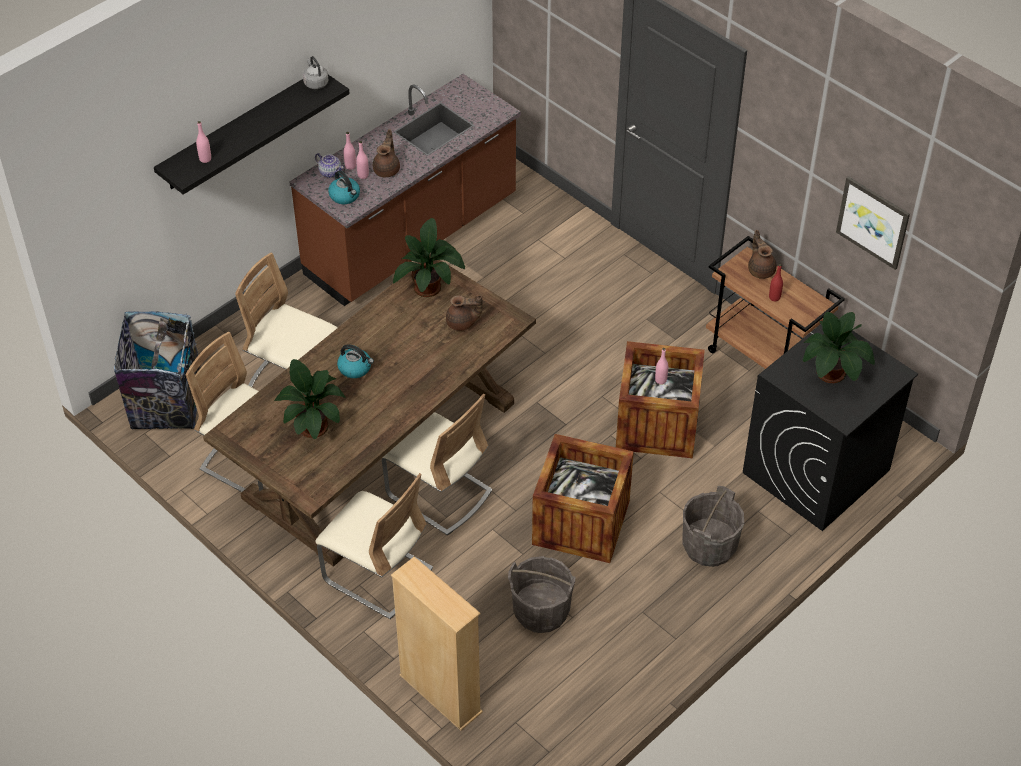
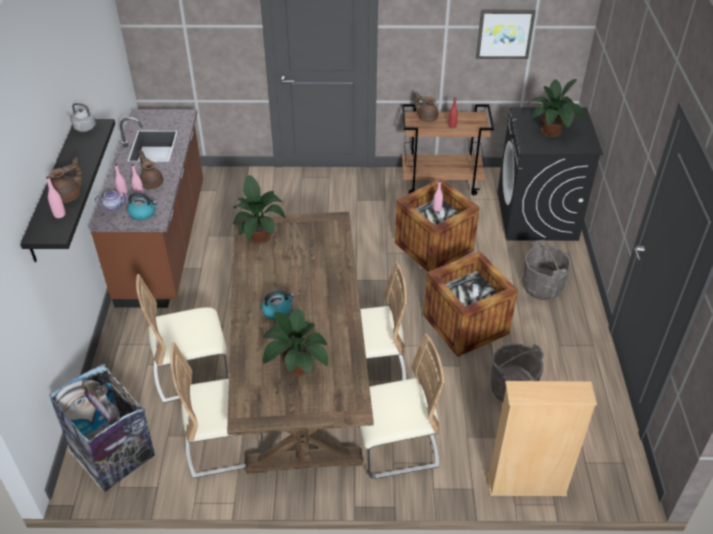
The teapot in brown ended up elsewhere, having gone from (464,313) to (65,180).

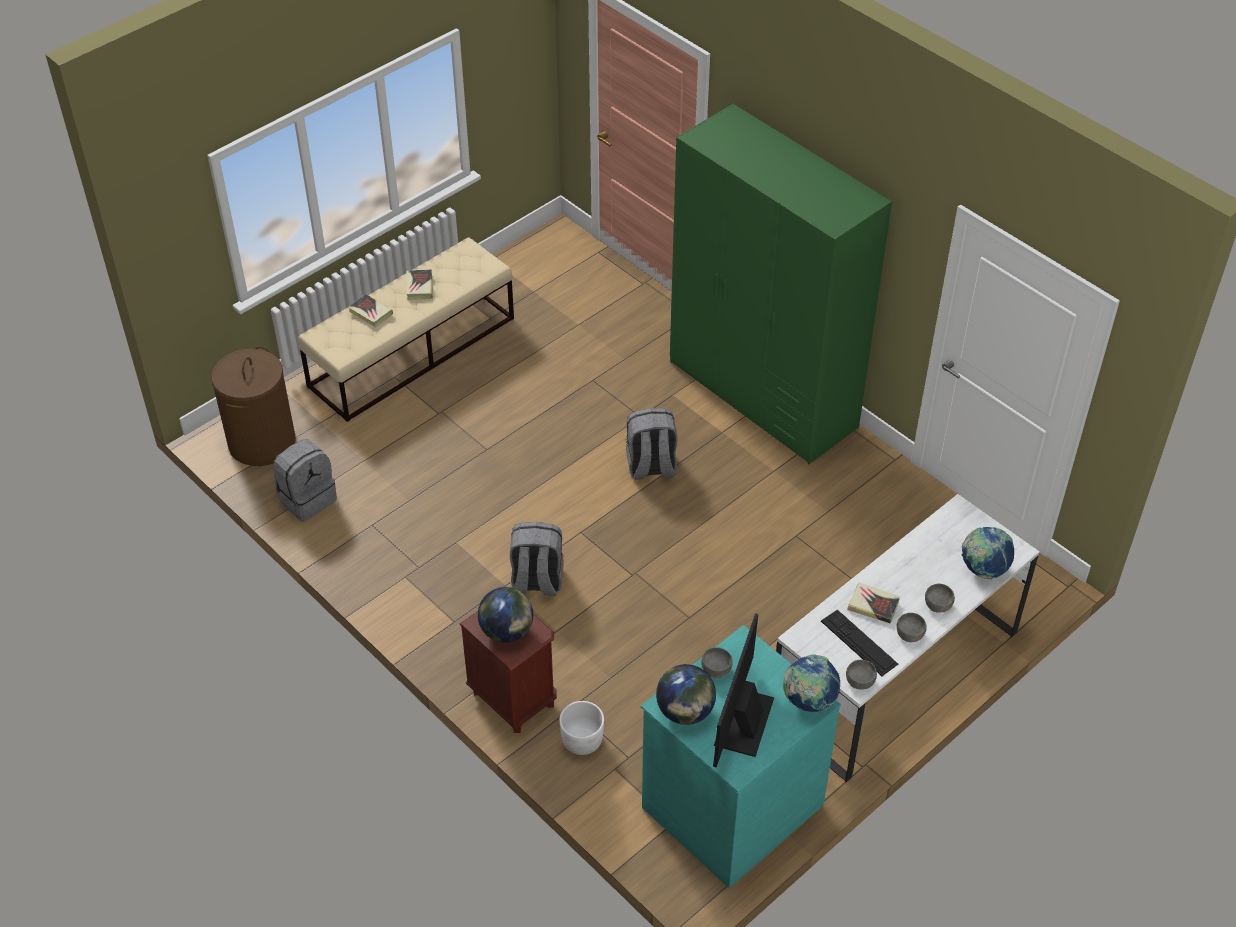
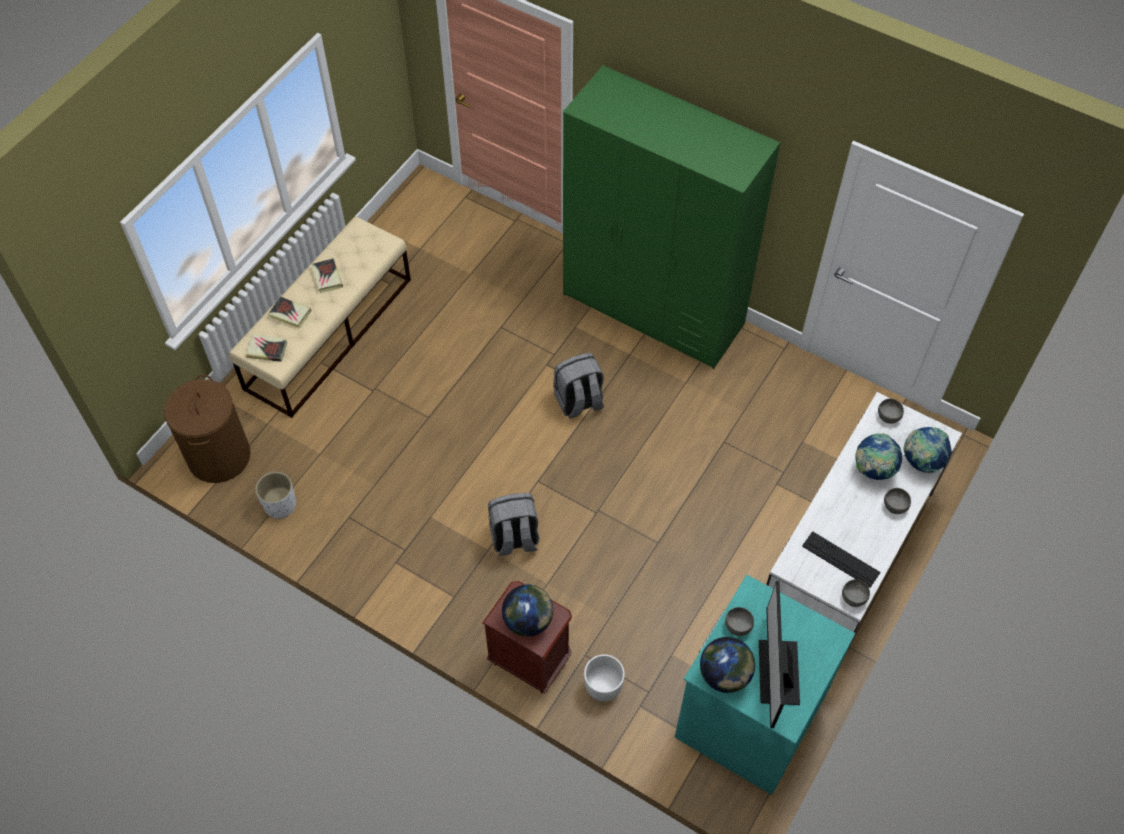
The globe ended up elsewhere, having gone from (811,683) to (879,456).
The book ended up elsewhere, having gone from (873,603) to (266,348).
The bowl in grey ended up elsewhere, having gone from (912,627) to (891,411).
Where the backpack in grey stood at (305,480), the planter in white came to stand at (276,495).

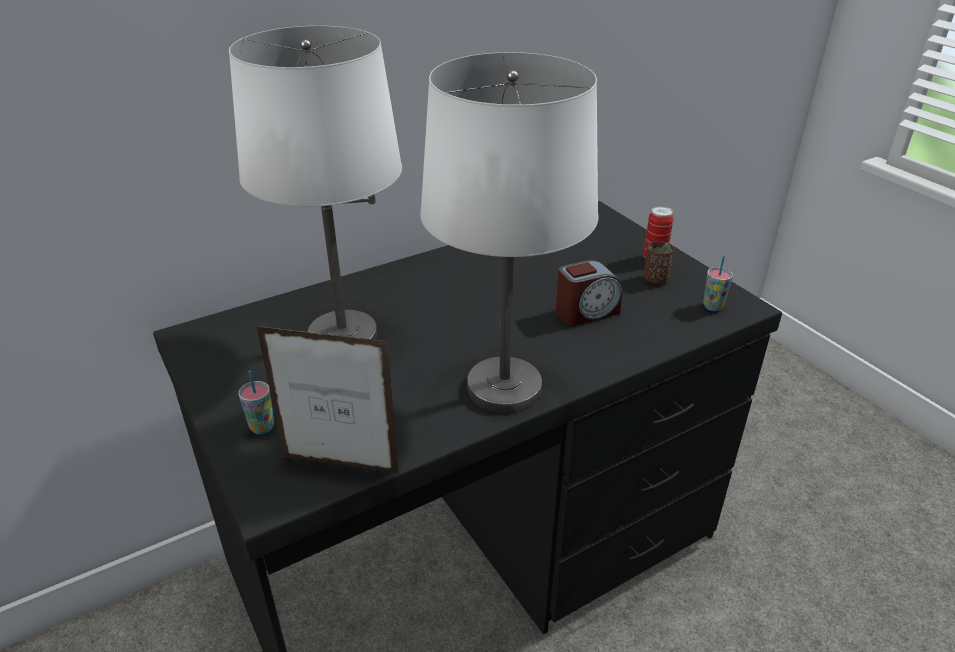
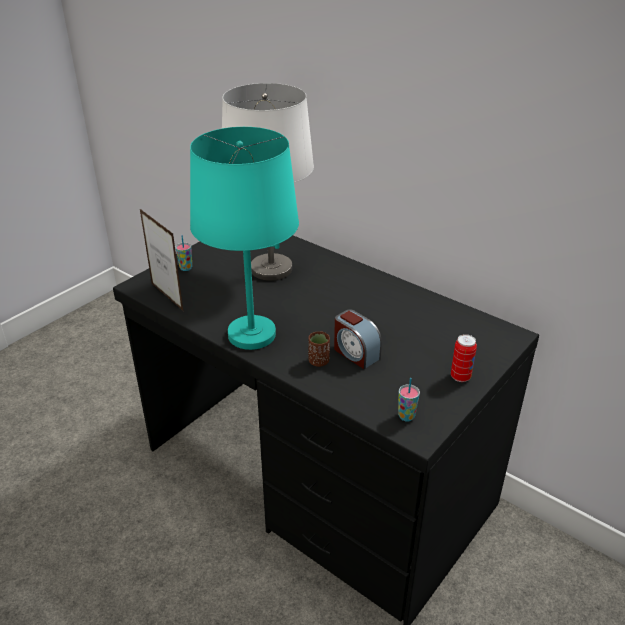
The cup in brown ended up elsewhere, having gone from (659,262) to (319,349).
What was the table lamp in white at (509,232) turned into the table lamp in turquoise at (244,238).
The picture frame at (327,400) ended up facing another way, 150 degrees clockwise from before.

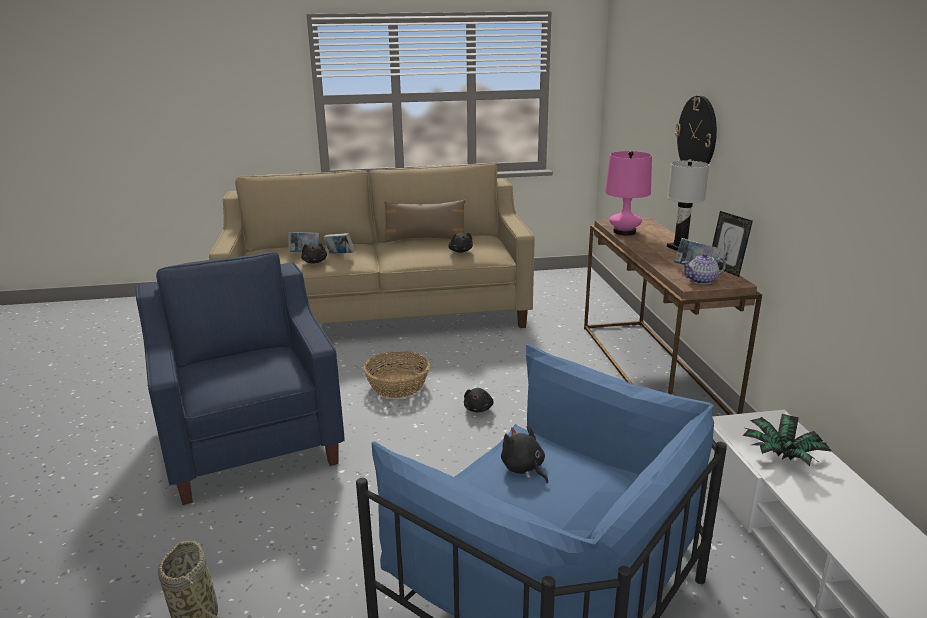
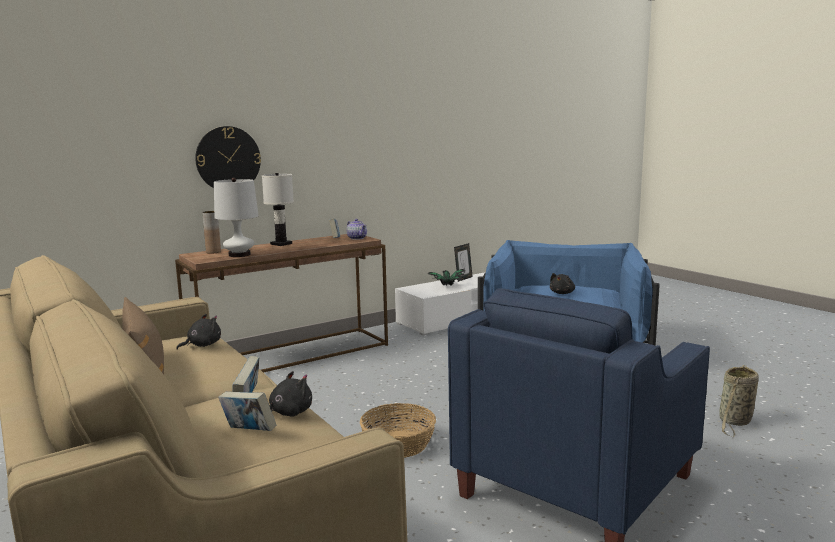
The second view lost the plush toy in black at (479,400).
The second view gained the vase in brown at (211,232).
The picture frame ended up elsewhere, having gone from (732,244) to (463,262).
What was the table lamp in pink at (628,193) turned into the table lamp in white at (236,217).

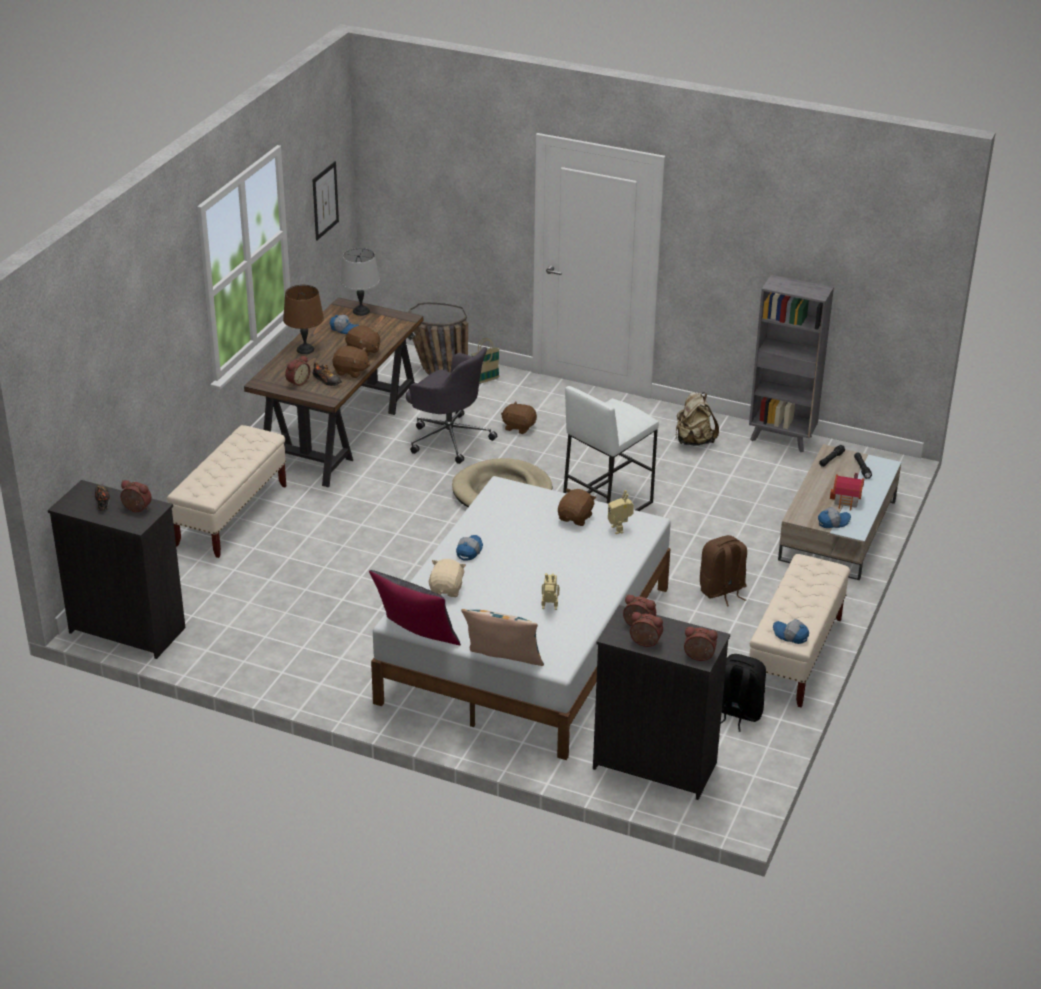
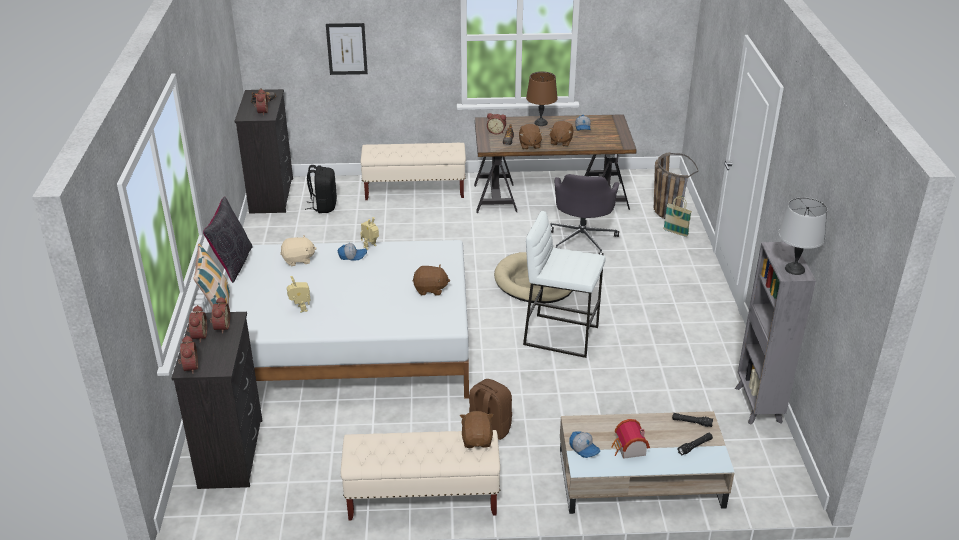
The second view lost the backpack in beige at (697,419).
The second view lost the cap at (791,631).
The picture ended up elsewhere, having gone from (325,201) to (347,49).
The table lamp in grey ended up elsewhere, having gone from (360,282) to (803,236).
The plush toy in brown ended up elsewhere, having gone from (519,417) to (477,429).
The toy robot ended up elsewhere, having gone from (621,512) to (369,233).
The backpack in black ended up elsewhere, having gone from (743,693) to (321,189).

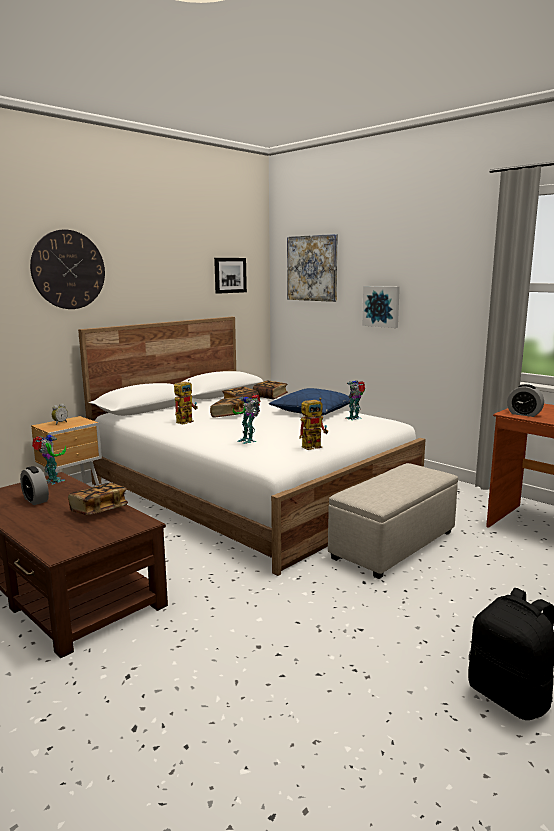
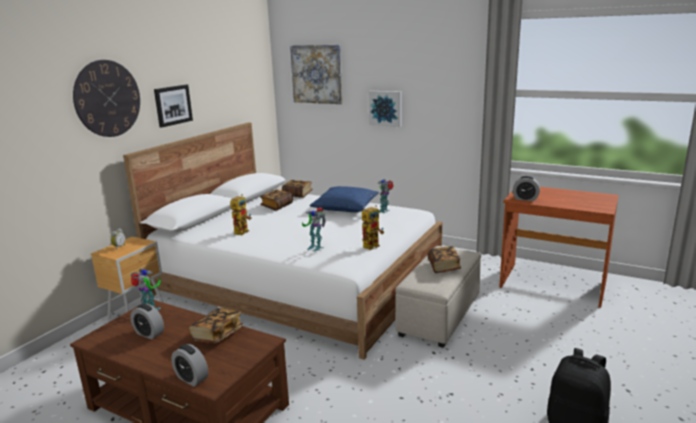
The second view gained the alarm clock at (189,365).
The book ended up elsewhere, having gone from (227,407) to (444,259).
The picture ended up elsewhere, having gone from (230,276) to (173,106).

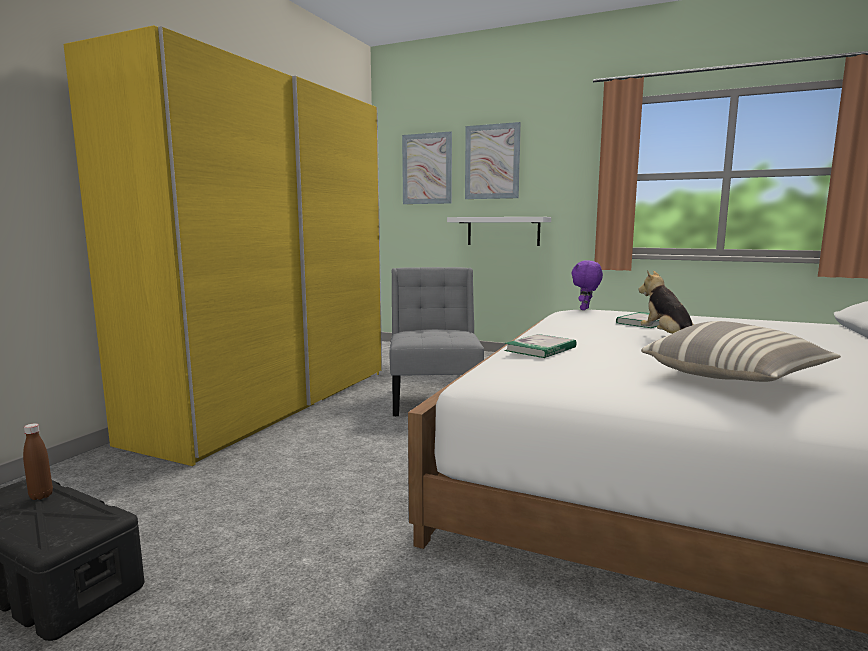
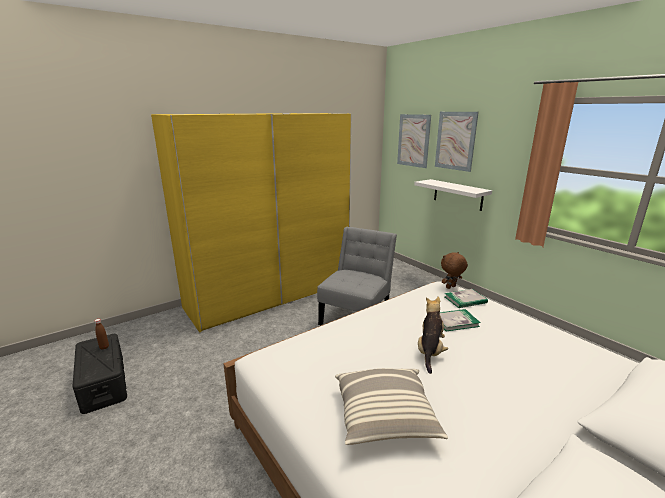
The book ended up elsewhere, having gone from (540,346) to (466,298).
What was the plush toy in purple at (587,285) turned into the plush toy in brown at (454,270).

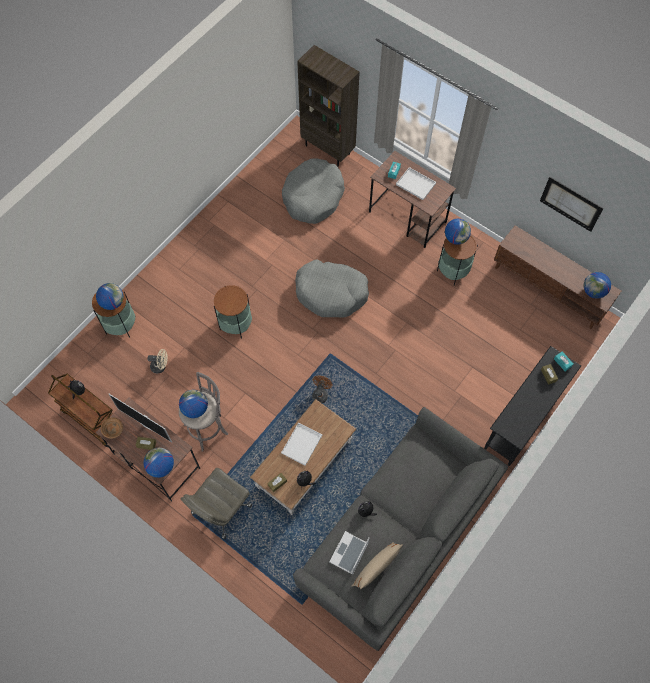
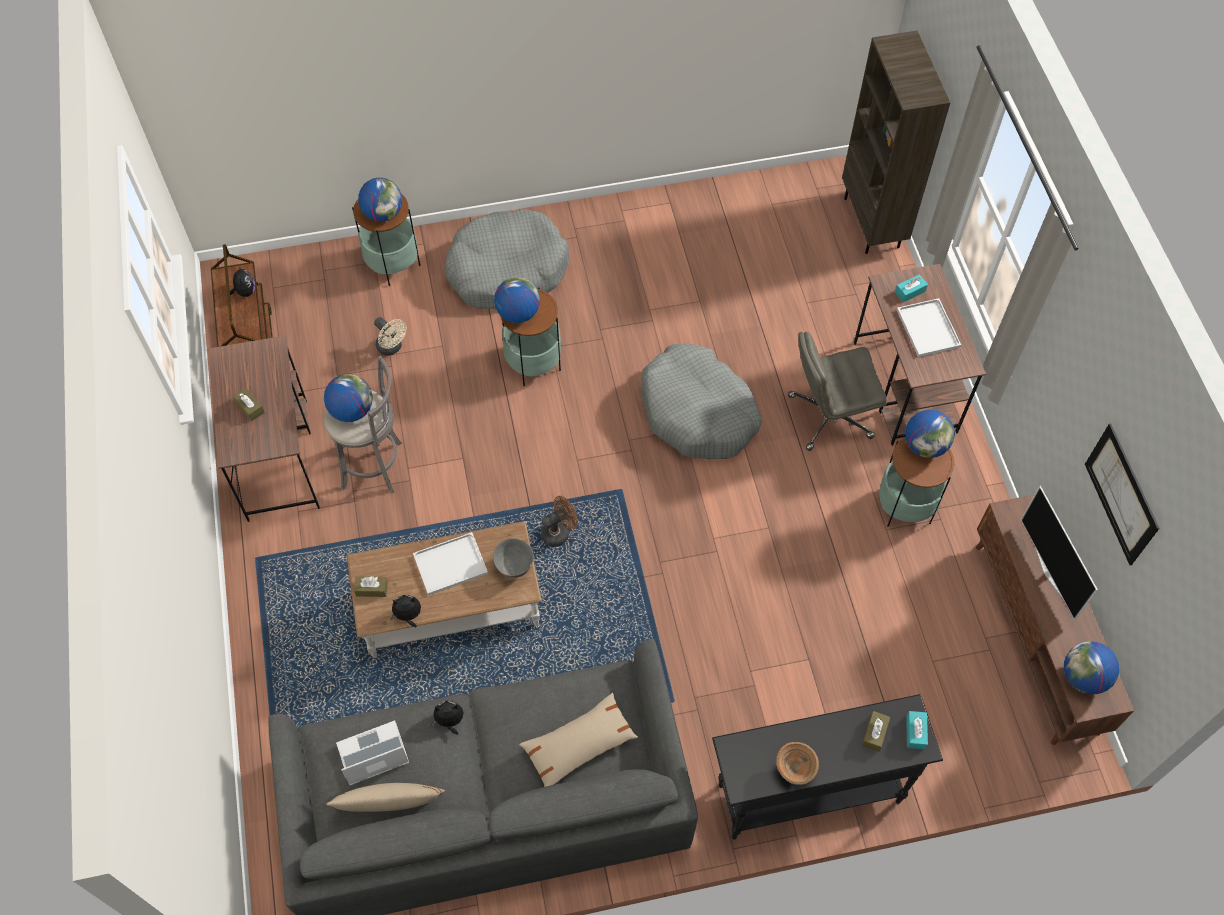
The second view gained the bowl in grey at (513,558).
The second view gained the pillow in beige at (578,740).
The bowl in brown ended up elsewhere, having gone from (112,428) to (797,763).
The television ended up elsewhere, having gone from (140,418) to (1059,553).
The globe ended up elsewhere, having gone from (159,463) to (517,300).
The office chair in grey ended up elsewhere, having gone from (216,503) to (837,391).
The dog bed in grey ended up elsewhere, having gone from (313,191) to (507,259).

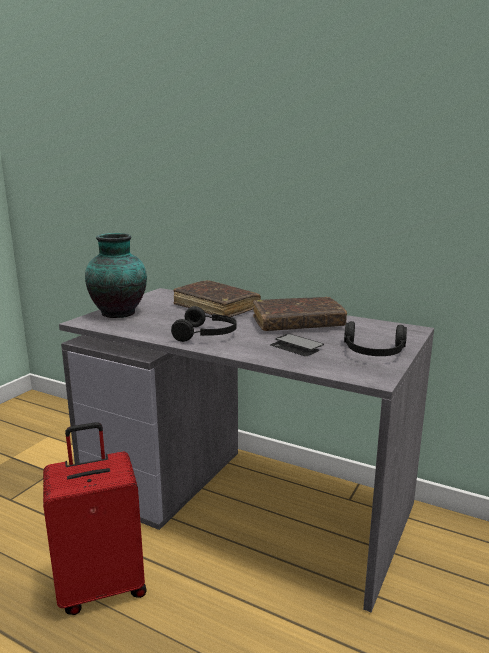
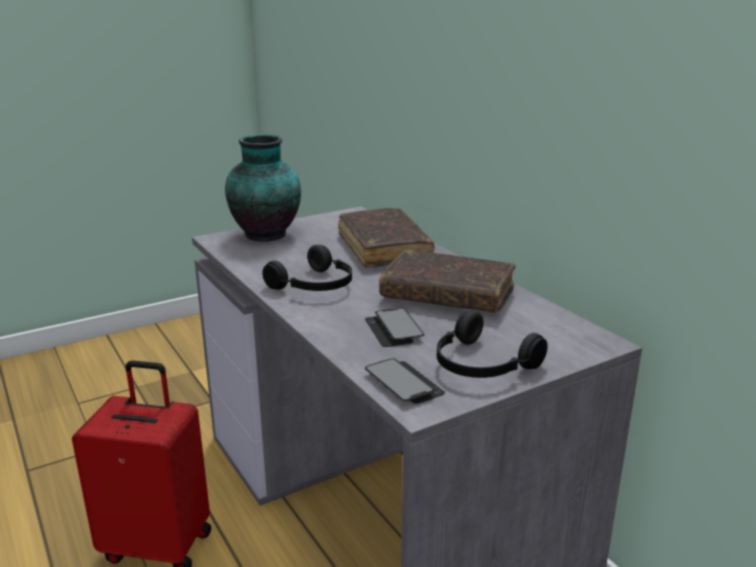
The second view gained the phone at (405,381).

